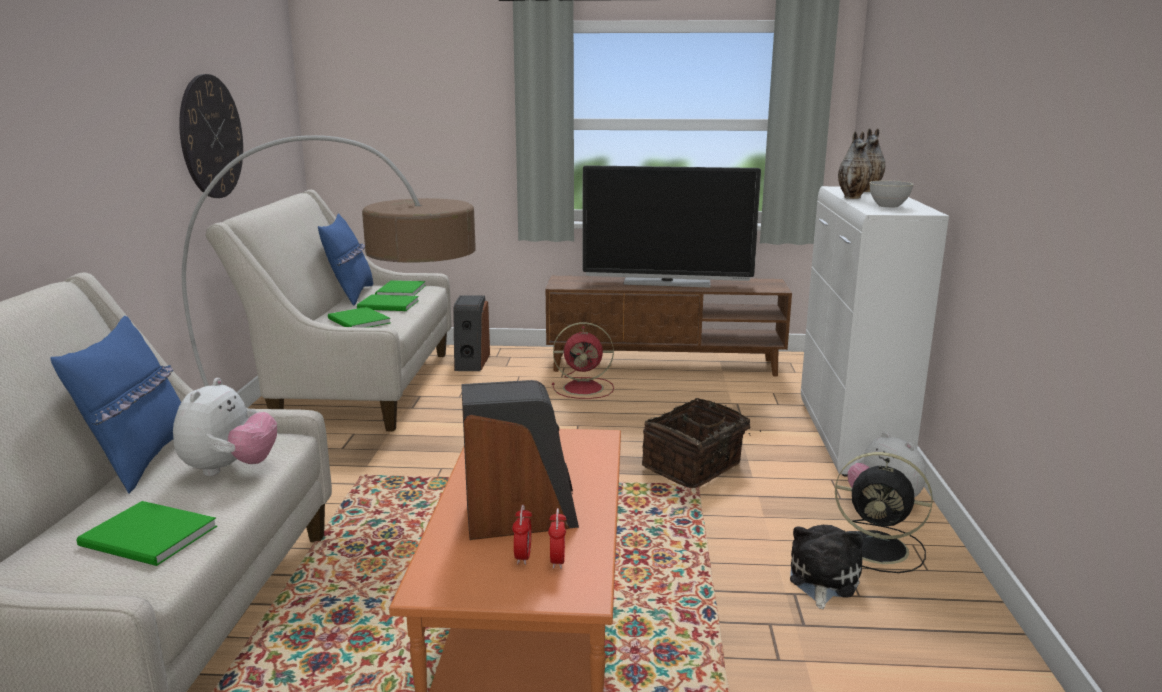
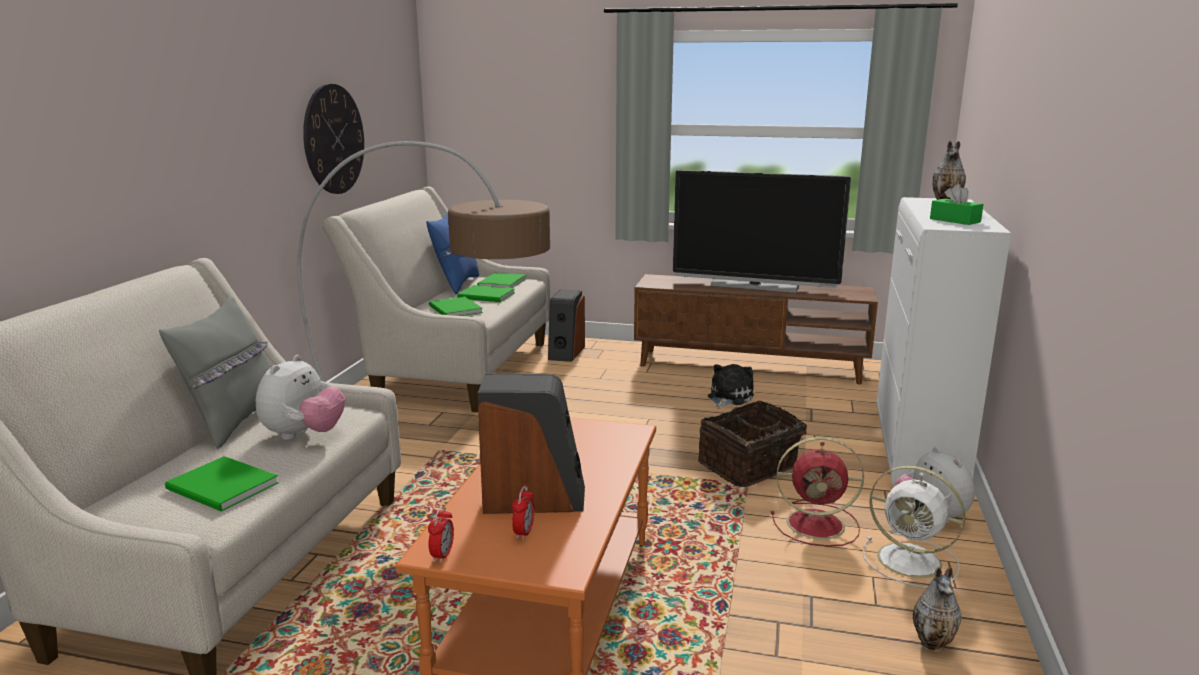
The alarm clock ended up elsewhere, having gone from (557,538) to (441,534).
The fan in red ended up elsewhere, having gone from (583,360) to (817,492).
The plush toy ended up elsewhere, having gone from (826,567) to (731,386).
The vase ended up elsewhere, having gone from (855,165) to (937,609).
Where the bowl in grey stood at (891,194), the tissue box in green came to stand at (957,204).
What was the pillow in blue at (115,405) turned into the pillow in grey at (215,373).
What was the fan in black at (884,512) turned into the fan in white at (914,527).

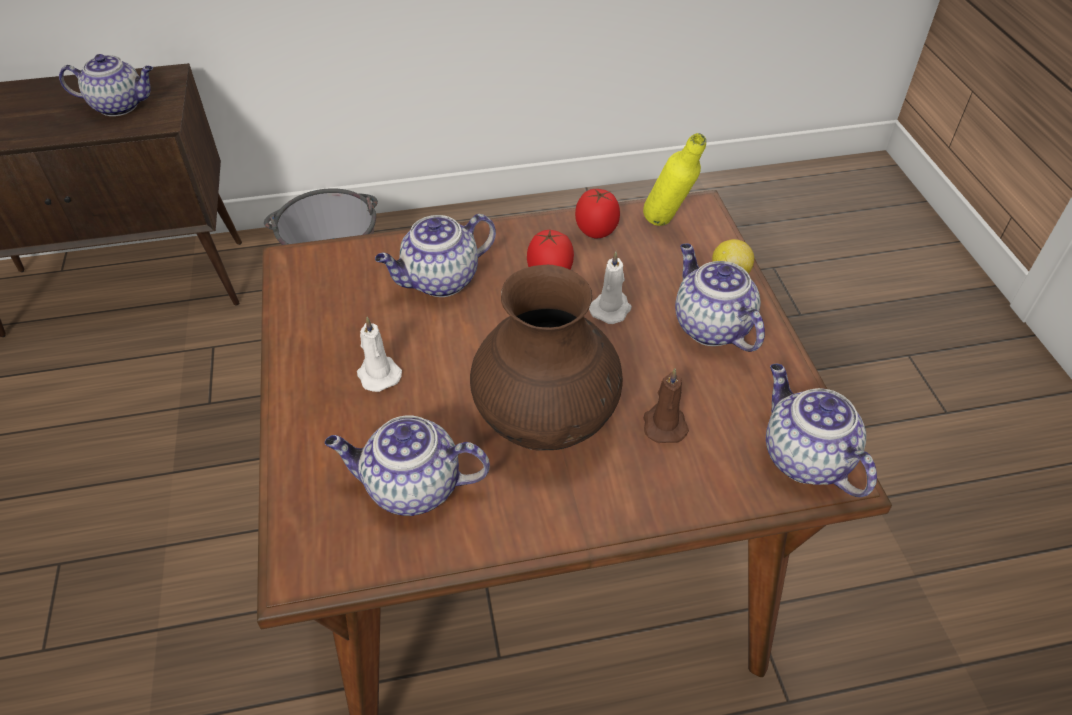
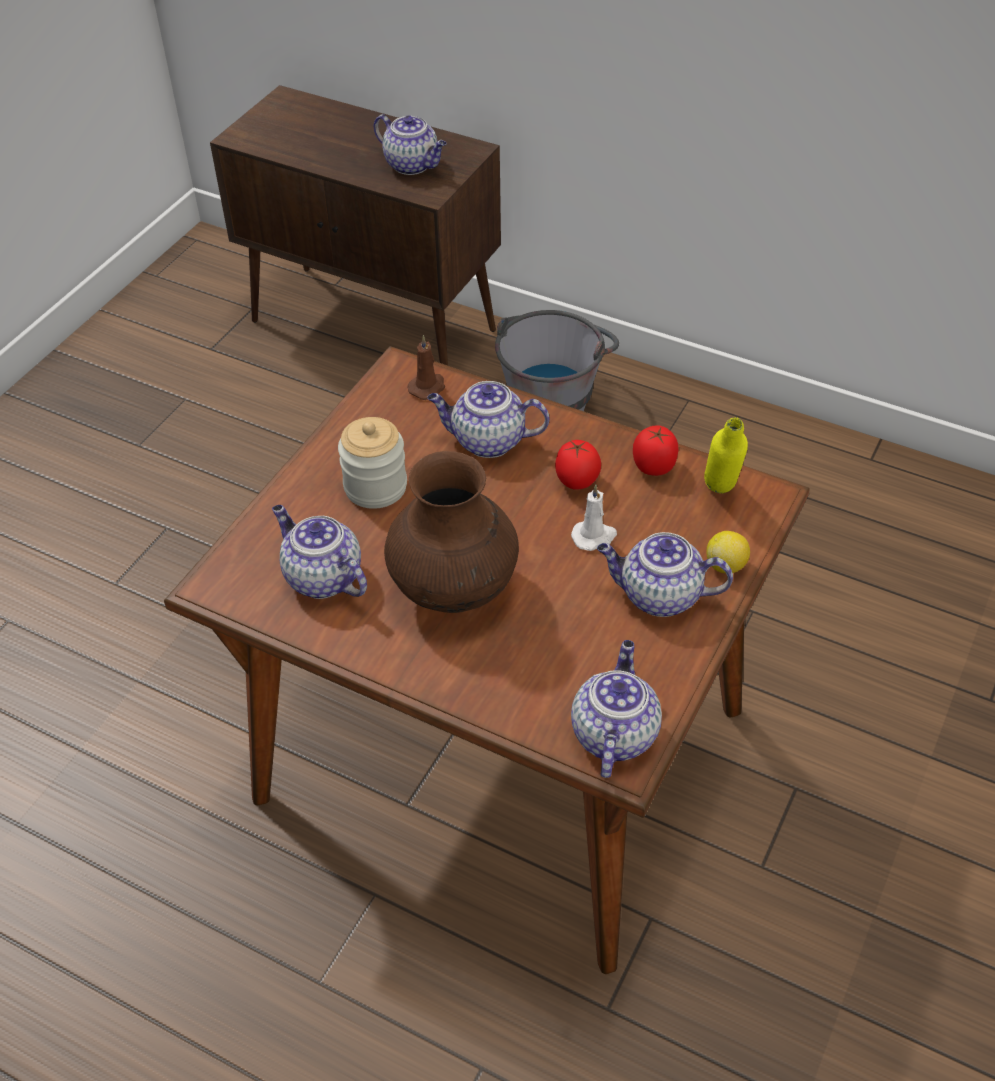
The candle in brown ended up elsewhere, having gone from (666,405) to (426,367).
Where the candle in white stood at (379,354), the jar came to stand at (372,463).
The teapot at (720,297) ended up facing another way, 90 degrees counterclockwise from before.

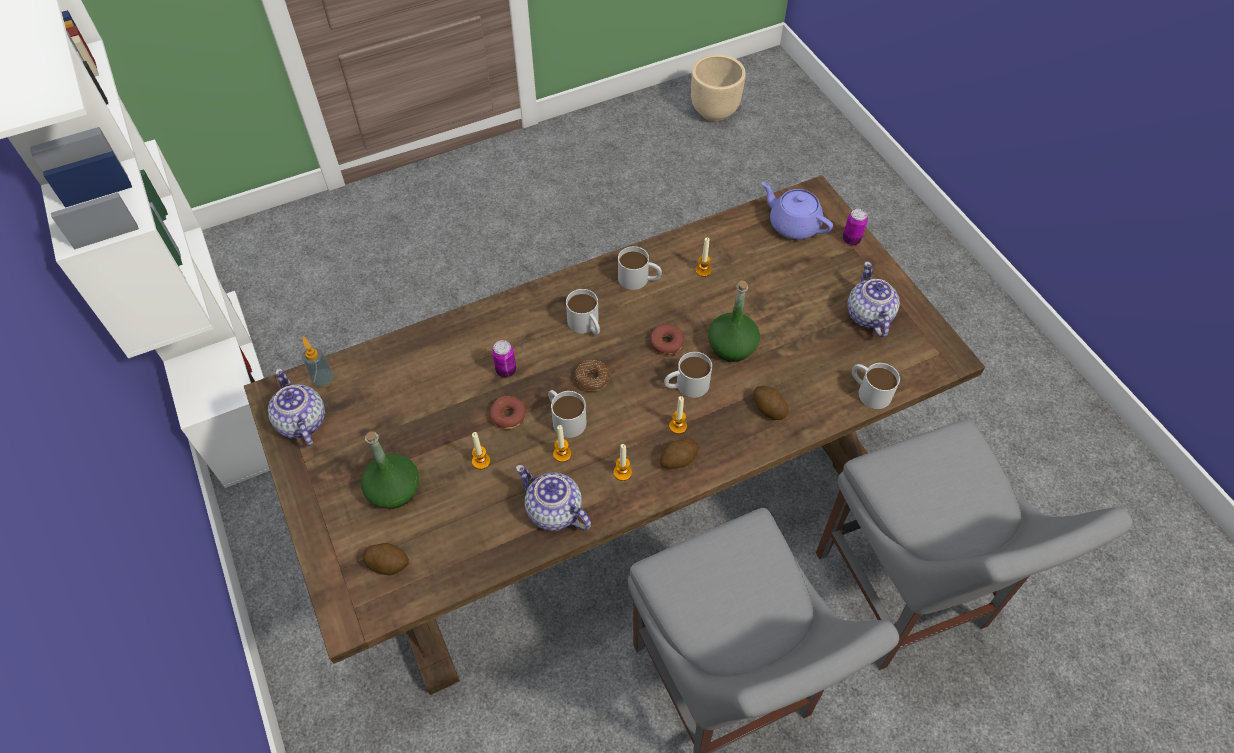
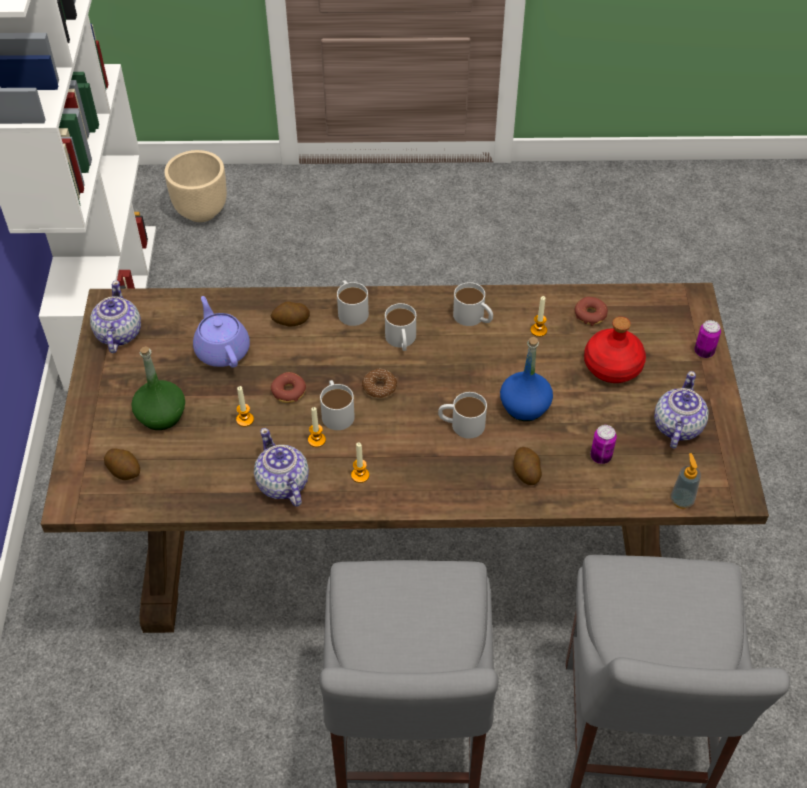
The second view lost the candle at (678,415).
The second view gained the bottle in red at (615,350).
The soap dispenser ended up elsewhere, having gone from (318,362) to (686,481).
The can ended up elsewhere, having gone from (504,358) to (603,444).
The donut ended up elsewhere, having gone from (667,339) to (591,311).
The potato ended up elsewhere, having gone from (679,453) to (290,314).
The planter in beige ended up elsewhere, having gone from (718,87) to (195,186).
The teapot in purple ended up elsewhere, having gone from (797,210) to (221,332).
The mug in white ended up elsewhere, having gone from (876,386) to (353,303).
What was the bottle in green at (734,321) turned into the bottle in blue at (526,379).

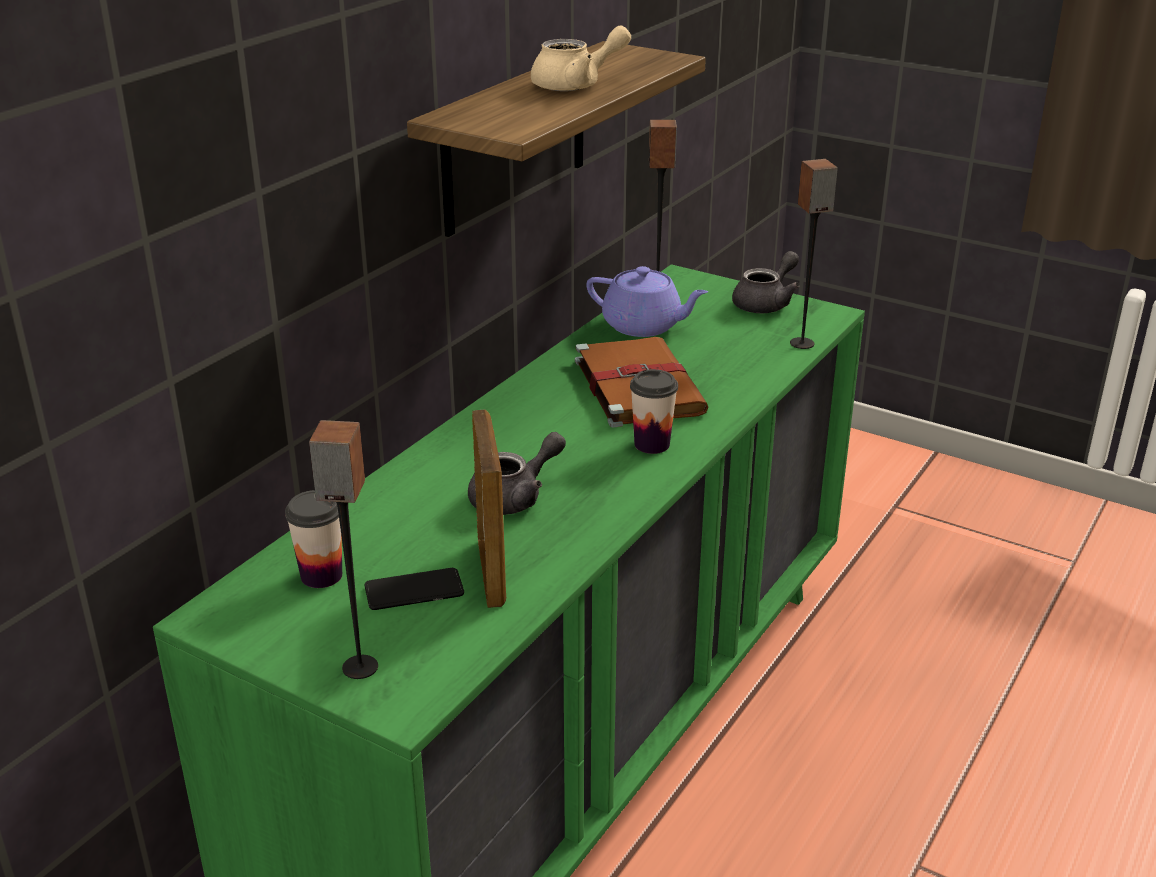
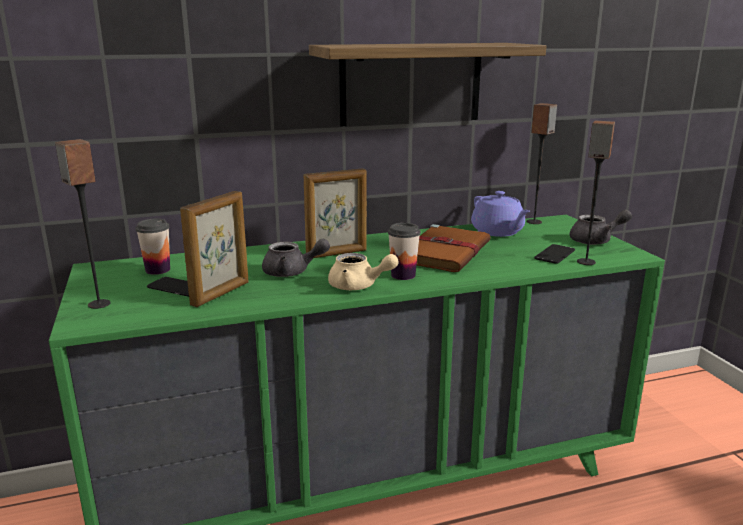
The second view gained the picture frame at (335,213).
The second view gained the phone at (554,254).
The teapot in beige ended up elsewhere, having gone from (581,58) to (363,271).

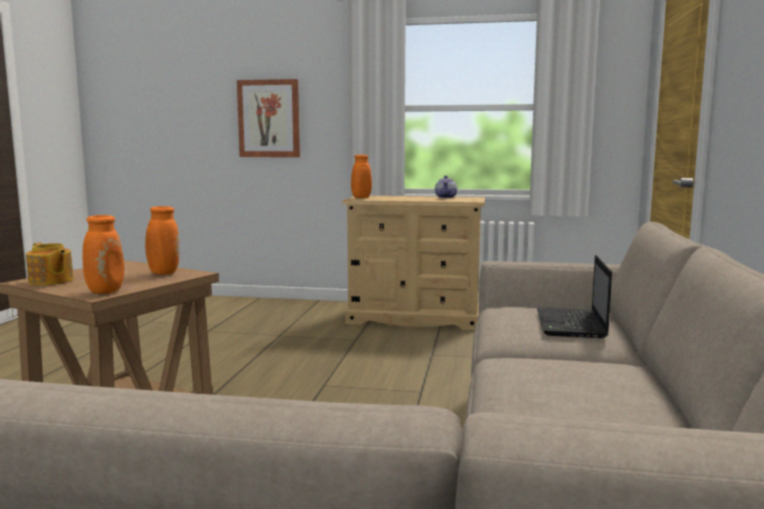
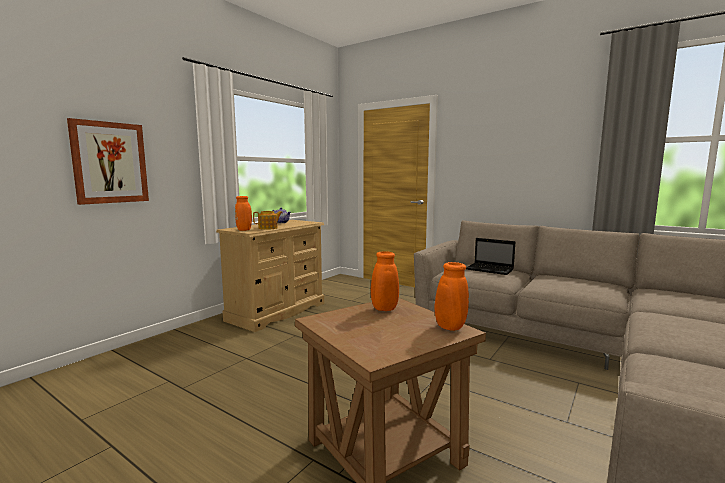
The teapot ended up elsewhere, having gone from (50,264) to (268,220).

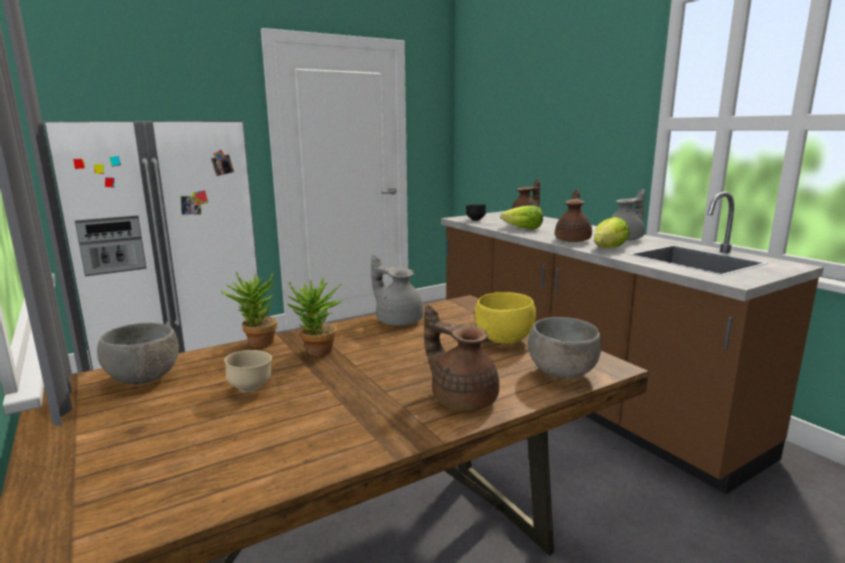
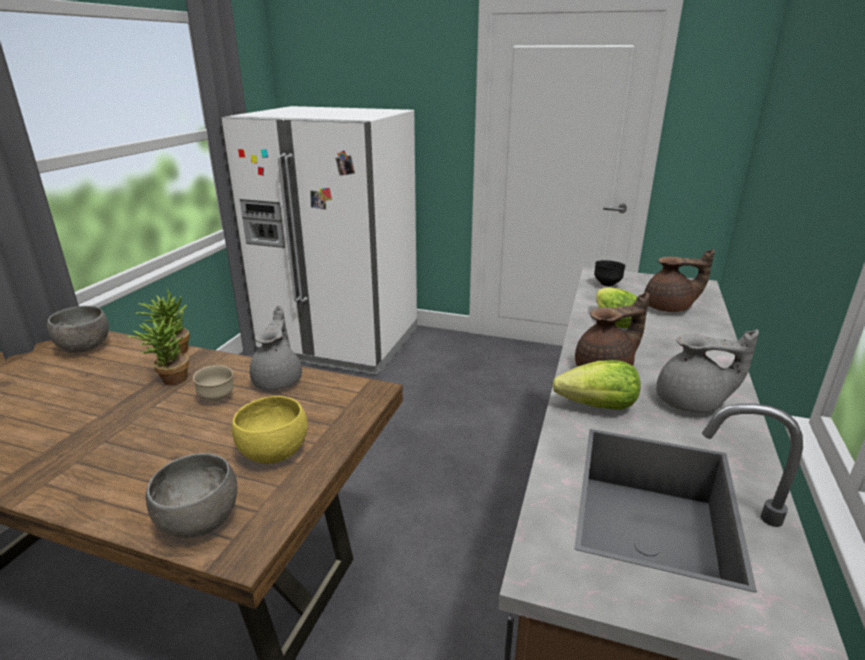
The second view lost the teapot in brown at (461,358).
The bowl in beige ended up elsewhere, having gone from (248,371) to (213,383).

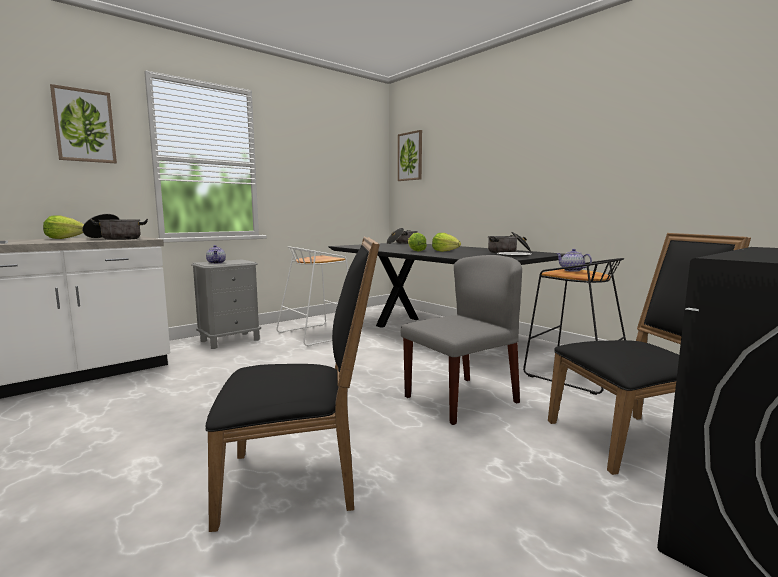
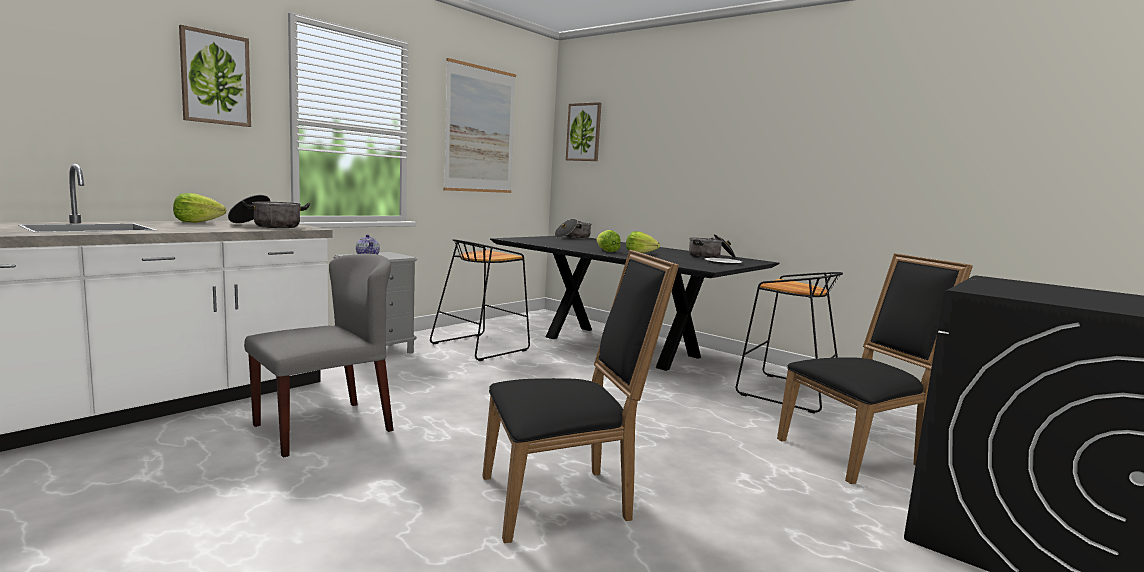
The second view lost the teapot at (574,260).
The second view gained the picture at (479,125).
The chair in grey ended up elsewhere, having gone from (461,340) to (318,356).
What was the stool in white at (312,296) turned into the stool in black at (480,300).

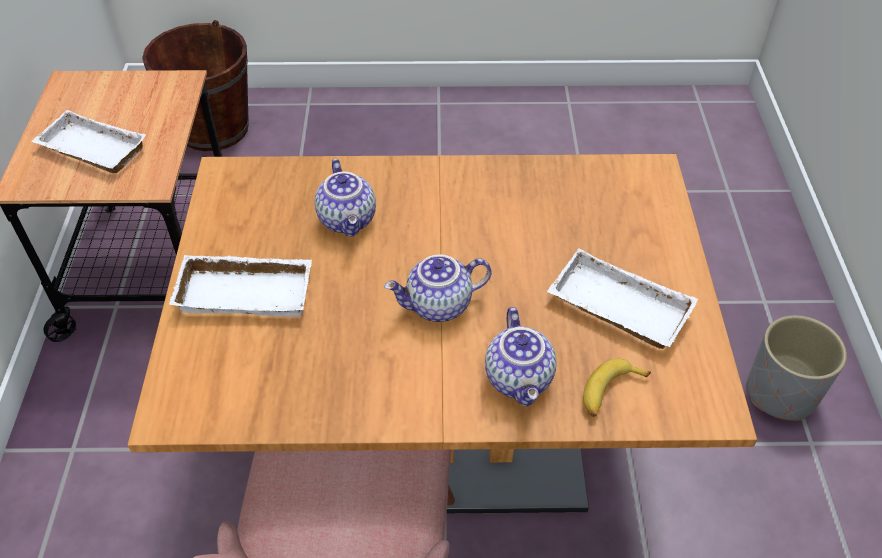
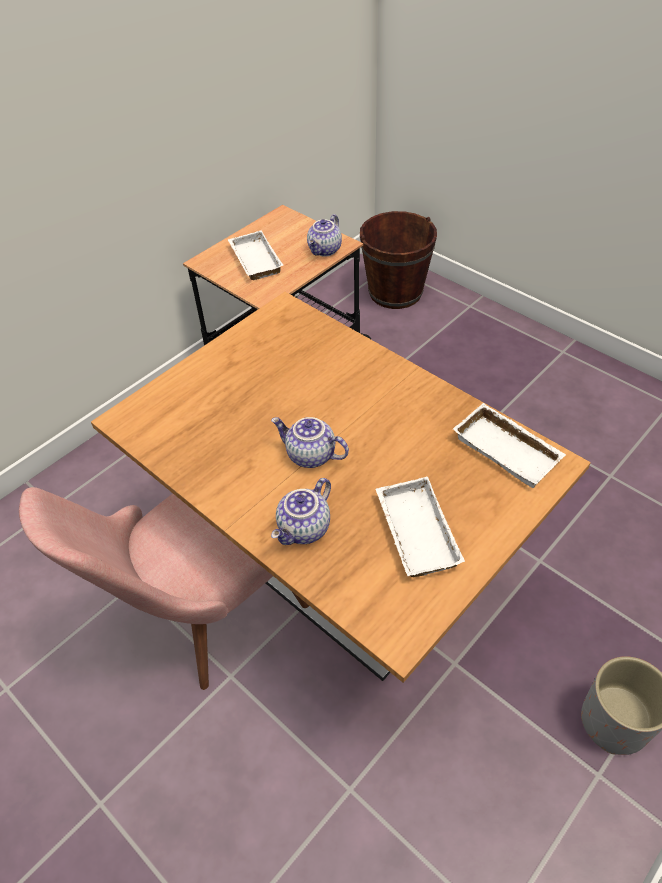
The second view lost the banana at (617,388).
The tray in white ended up elsewhere, having gone from (240,286) to (509,445).
The teapot ended up elsewhere, having gone from (345,197) to (324,235).

